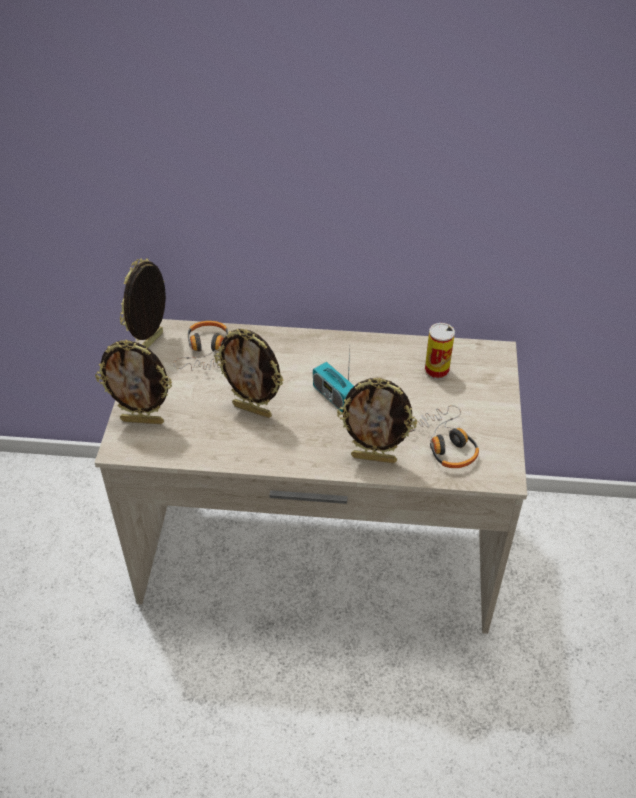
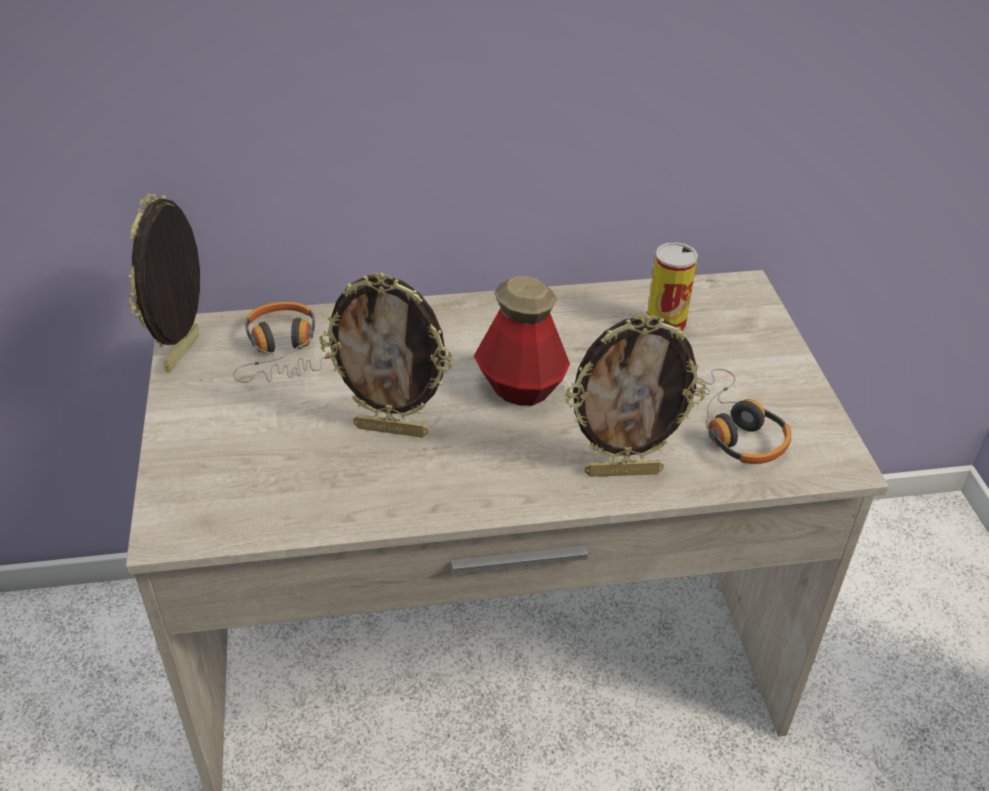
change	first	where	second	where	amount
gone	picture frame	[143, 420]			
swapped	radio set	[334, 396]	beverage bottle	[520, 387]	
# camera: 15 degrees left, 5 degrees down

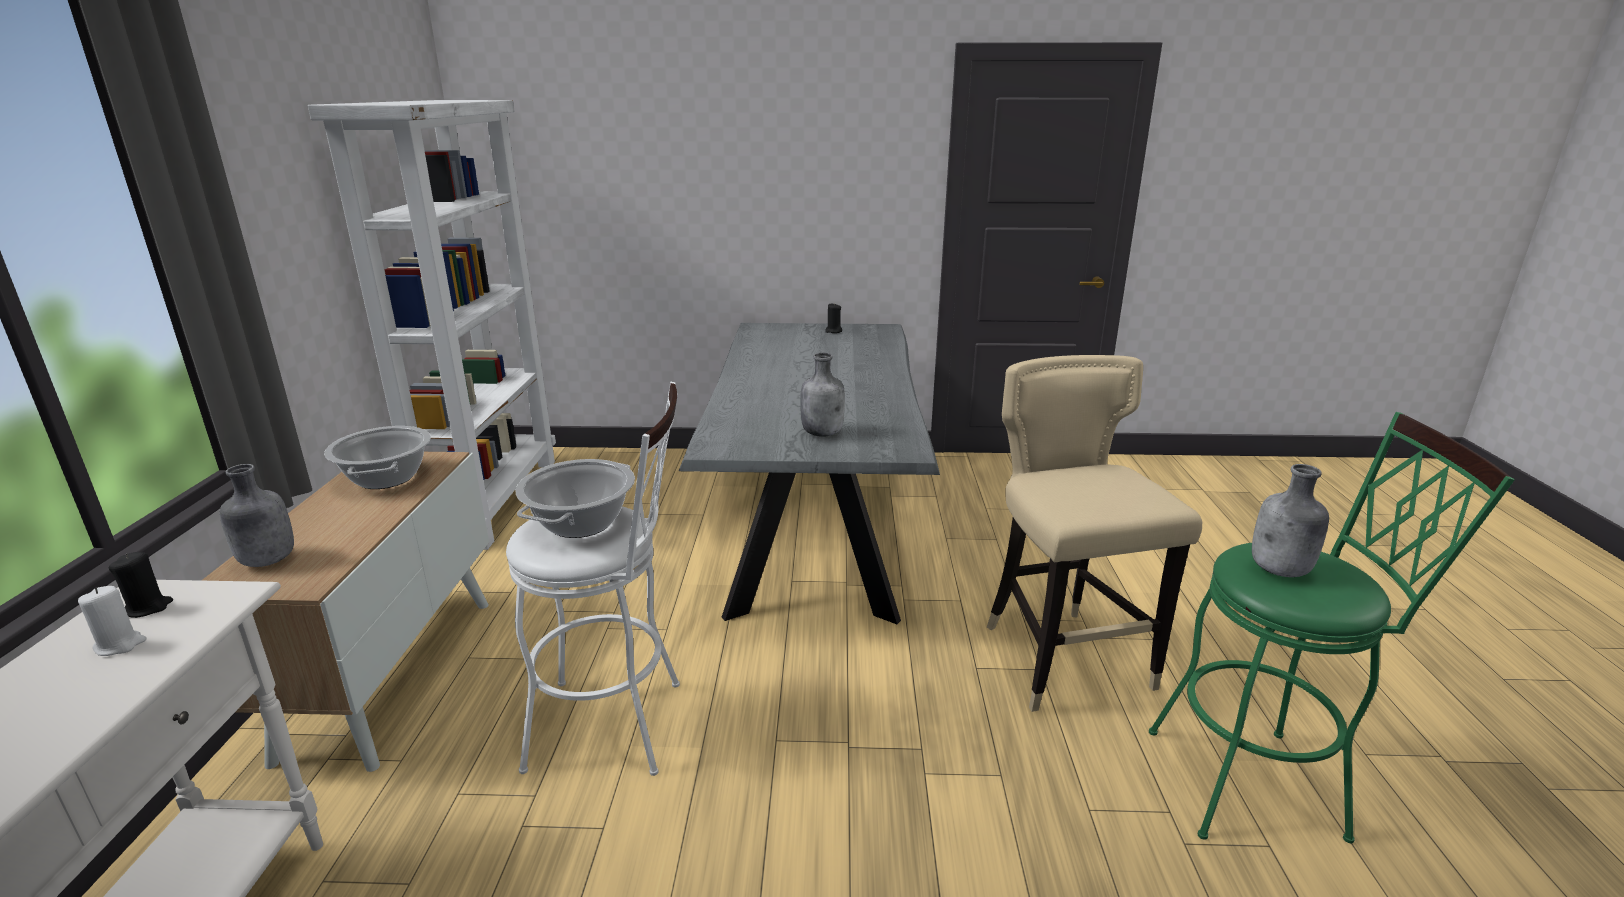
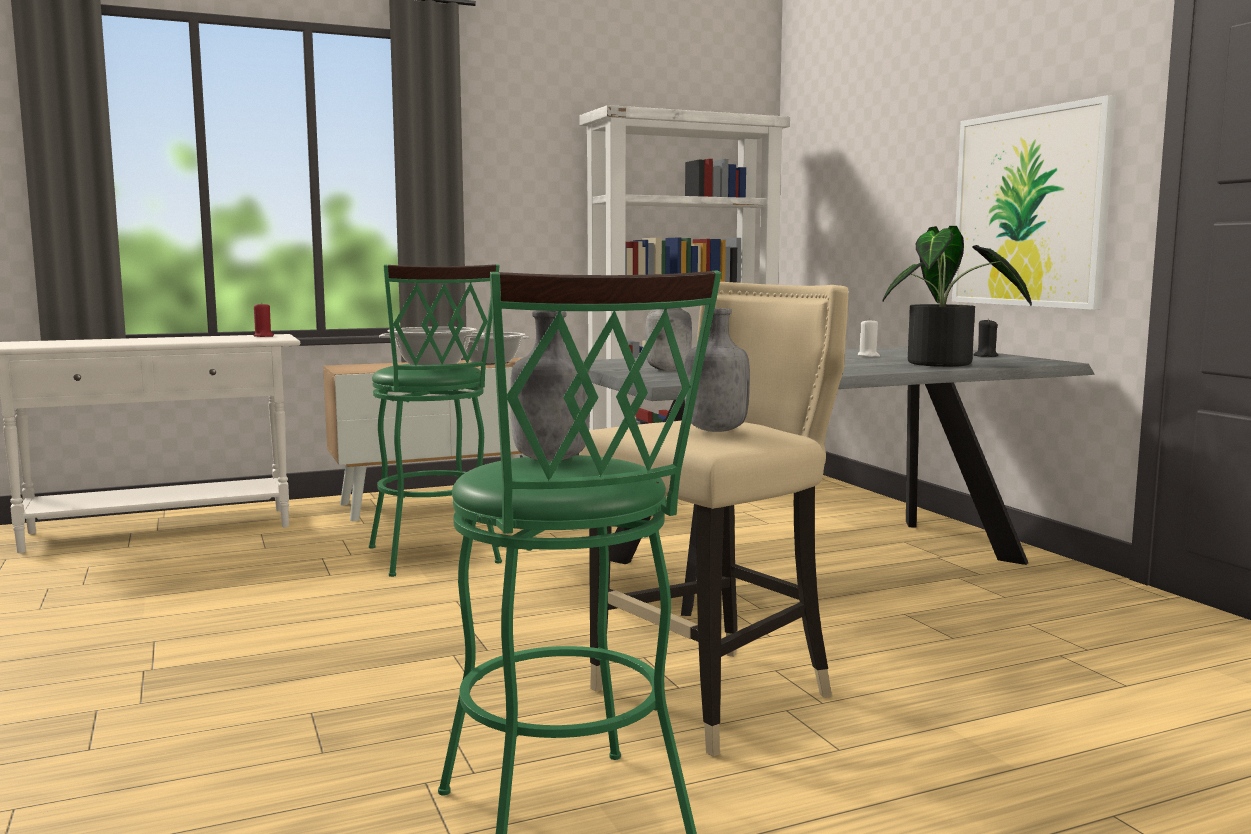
change	first	where	second	where	amount
shifted	wax candle (white-coloured)	[120, 645]		[868, 356]	
repainted	wax candle (black)	[148, 608]	wax candle (reddish)	[263, 336]	
shifted	beverage bottle (grey)	[267, 561]		[714, 430]	
repainted	sitting stool (white-coloured)	[620, 725]	sitting stool (greenish)	[436, 558]	
new			houseplant	[946, 364]	
new			picture	[1029, 208]	
# camera: 65 degrees right, 15 degrees down

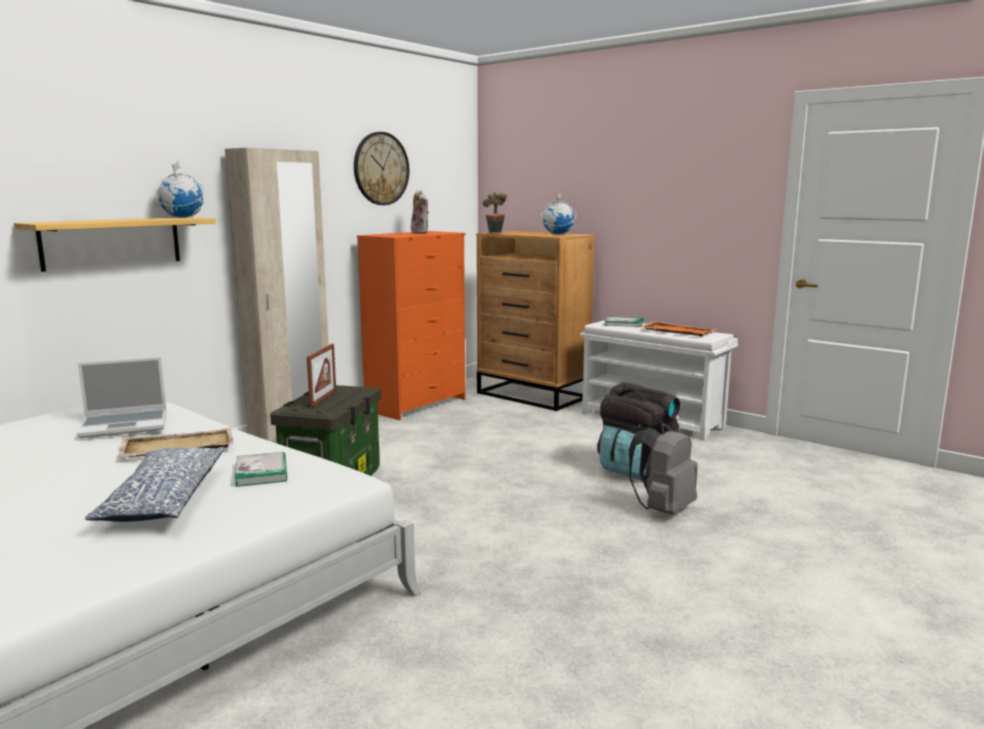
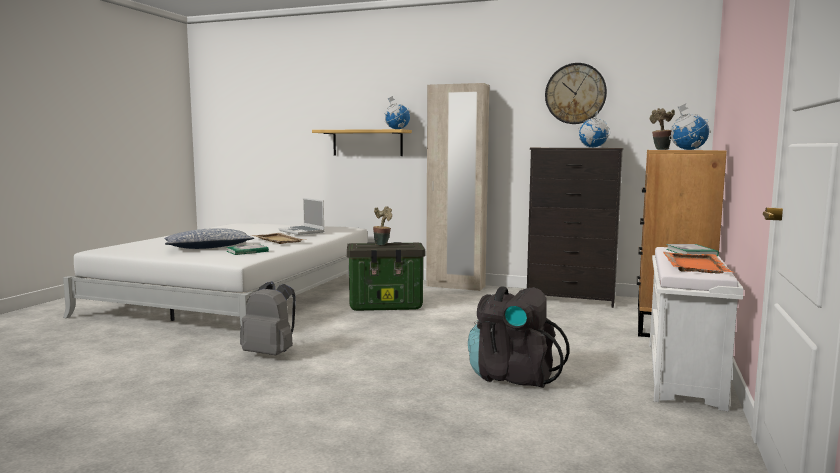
change	first	where	second	where	amount
swapped	picture frame	[323, 398]	houseplant	[382, 244]	
repainted	dresser (orange)	[417, 404]	dresser (black)	[571, 299]	
swapped	soft toy	[421, 232]	globe	[592, 147]	
shifted	backpack (grey)	[663, 509]		[271, 354]	
# camera: 70 degrees right, 5 degrees down

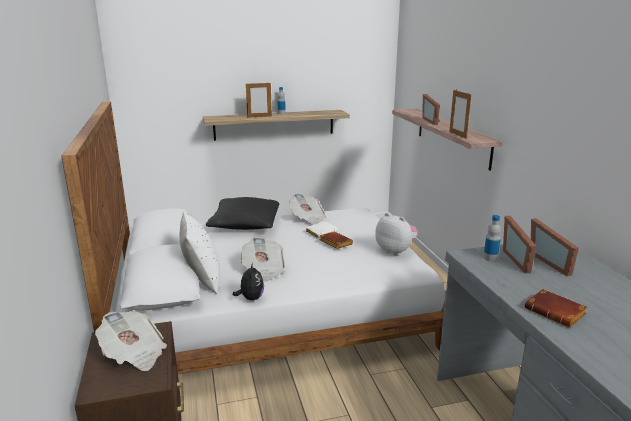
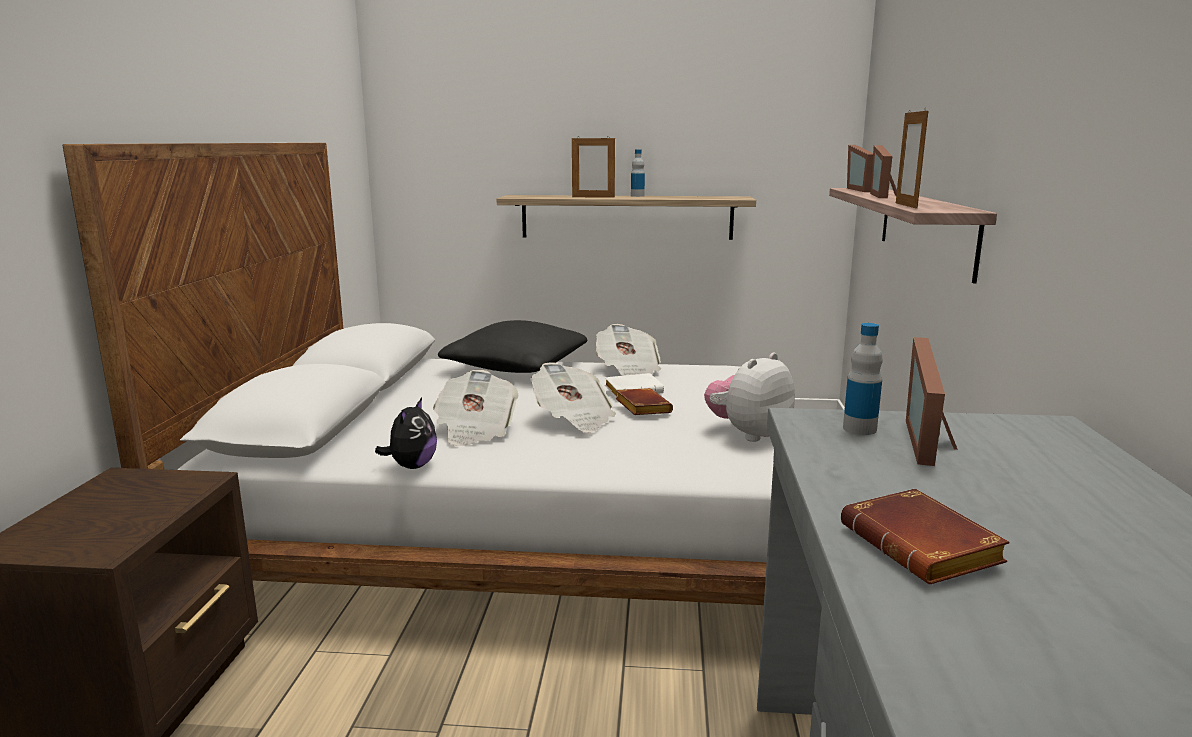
change	first	where	second	where	amount
shifted	daily paper	[134, 354]		[573, 418]	
gone	pillow (white-coloured)	[202, 279]			
rotated	soft toy	[395, 251]		[748, 434]	105 degrees counterclockwise
shifted	picture frame	[552, 262]		[864, 190]	
# camera: 20 degrees right, 5 degrees down

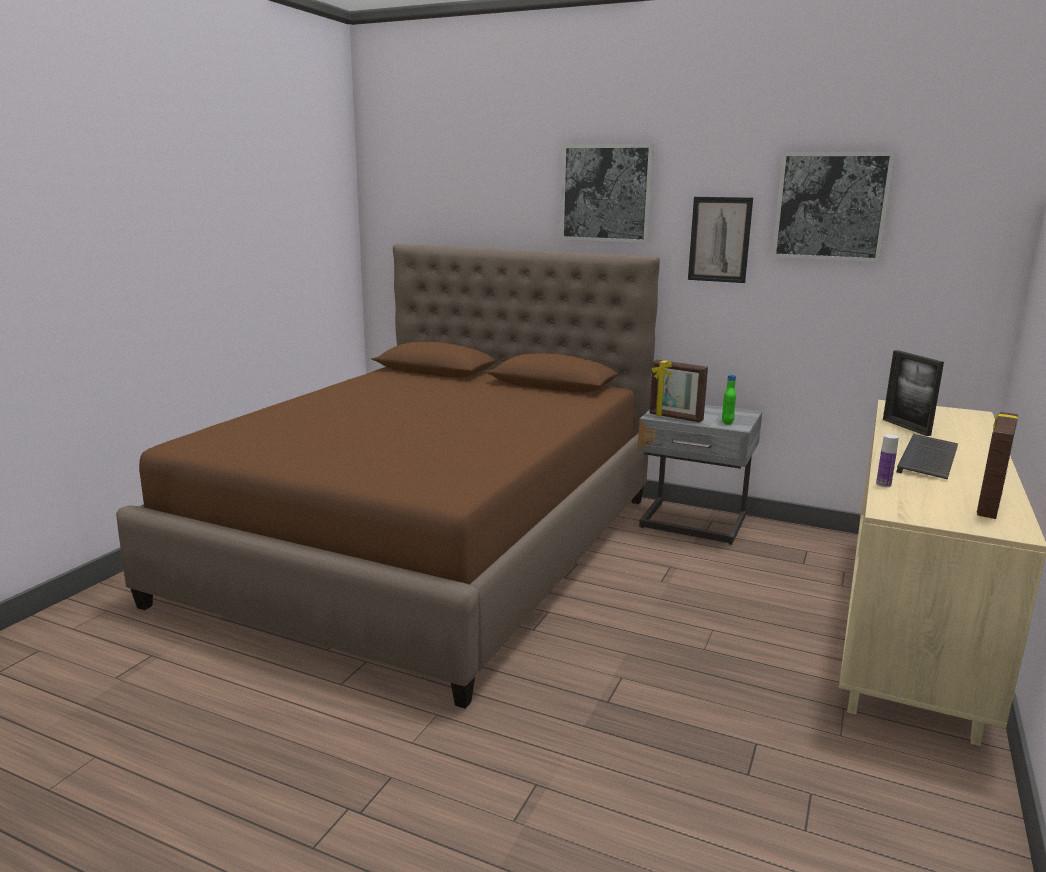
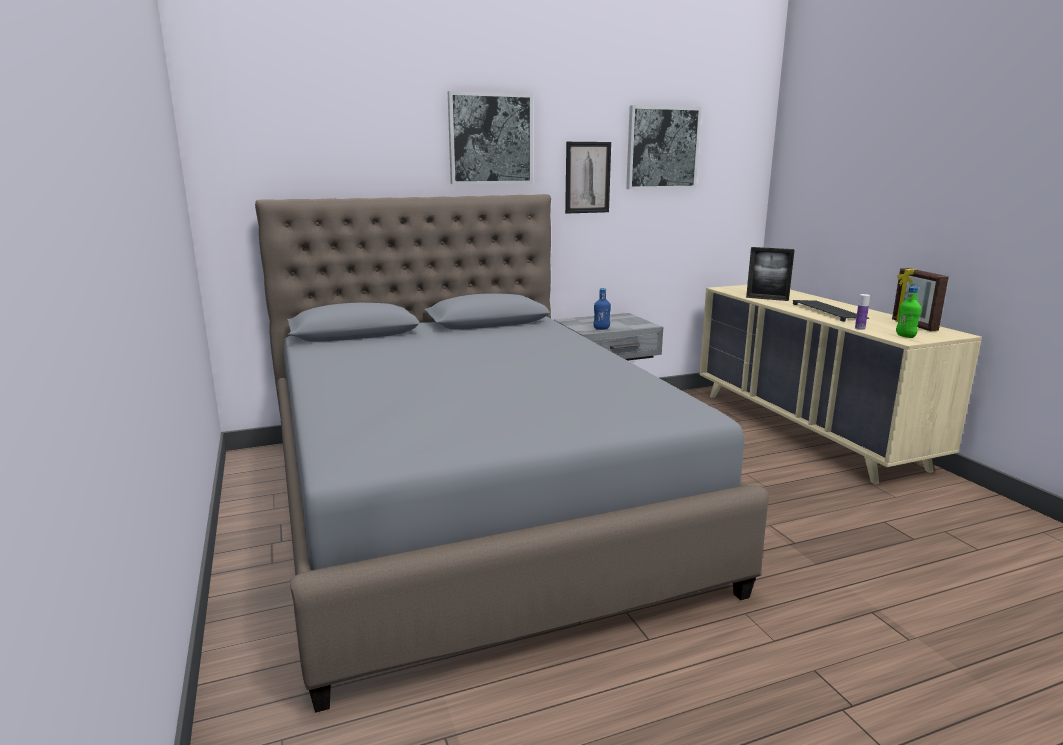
change	first	where	second	where	amount
repainted	sleeping bed (brown-coloured)	[428, 546]	sleeping bed (grey)	[472, 506]	
swapped	picture frame	[675, 418]	beverage bottle (blue)	[601, 328]	
shifted	beverage bottle (greenish)	[727, 422]		[905, 336]	
# camera: 45 degrees left, 0 degrees up

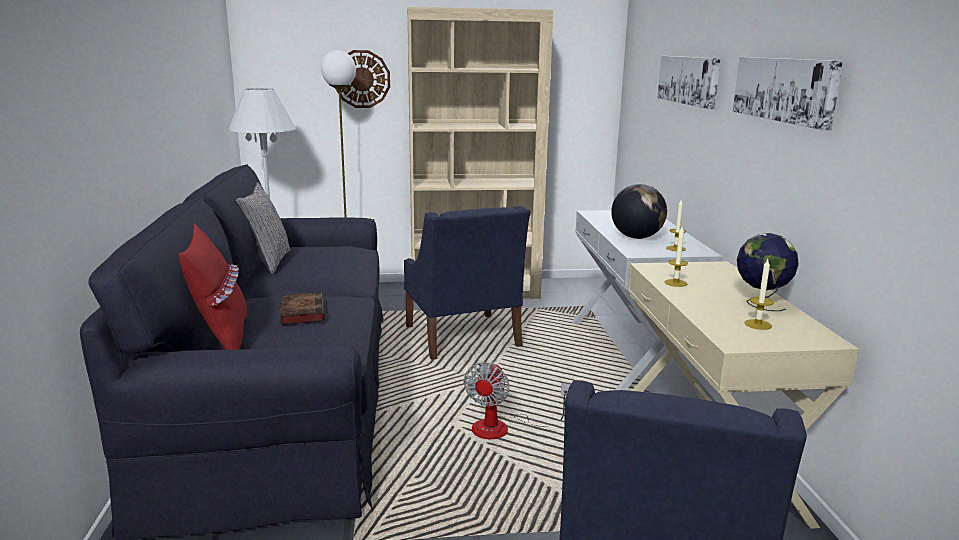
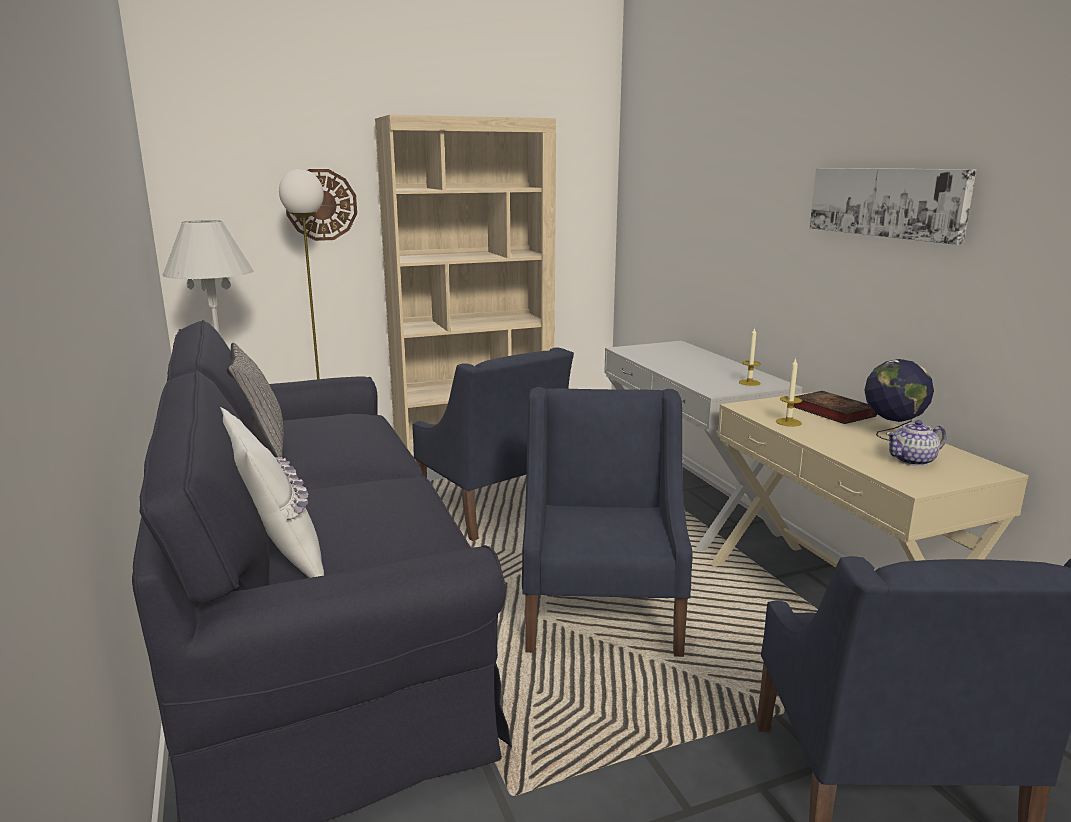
change	first	where	second	where	amount
repainted	pillow (reddish)	[221, 339]	pillow (white-coloured)	[279, 559]	
shifted	book	[301, 312]		[830, 411]	
swapped	electric fan	[503, 428]	armchair (blue)	[602, 613]	
gone	globe	[636, 237]			
gone	picture	[689, 80]			
swapped	wax candle	[758, 324]	teapot	[913, 460]	
# camera: 15 degrees left, 0 degrees up

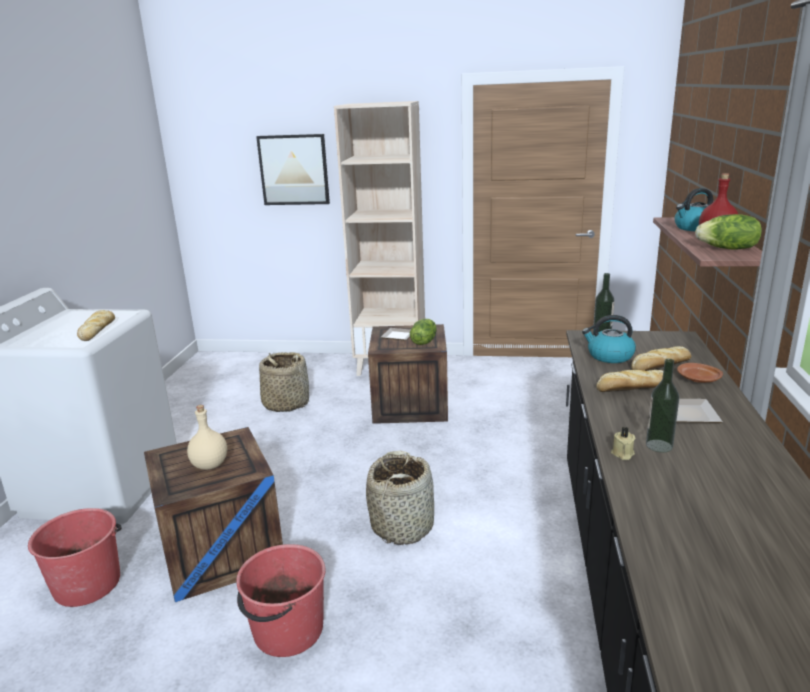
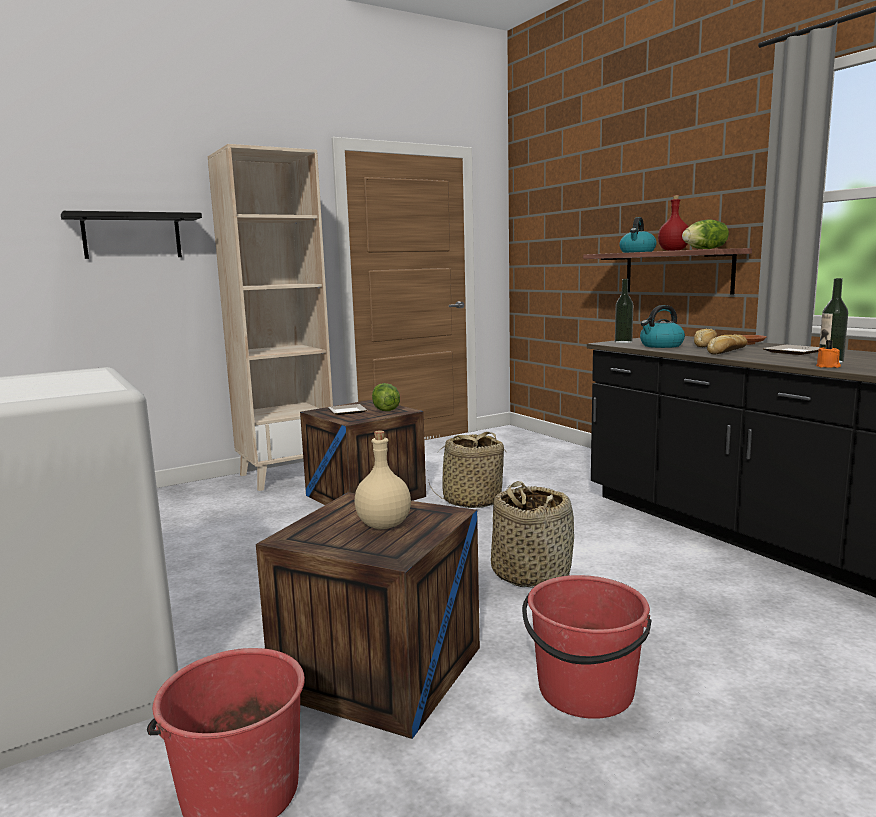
change	first	where	second	where	amount
gone	bakery bread	[98, 330]			
swapped	picture	[294, 170]	shelf (black)	[132, 236]	
shifted	household basket	[286, 404]		[472, 501]	
repainted	wax candle (beige)	[622, 454]	wax candle (orange)	[828, 366]	
# camera: 40 degrees left, 10 degrees down

